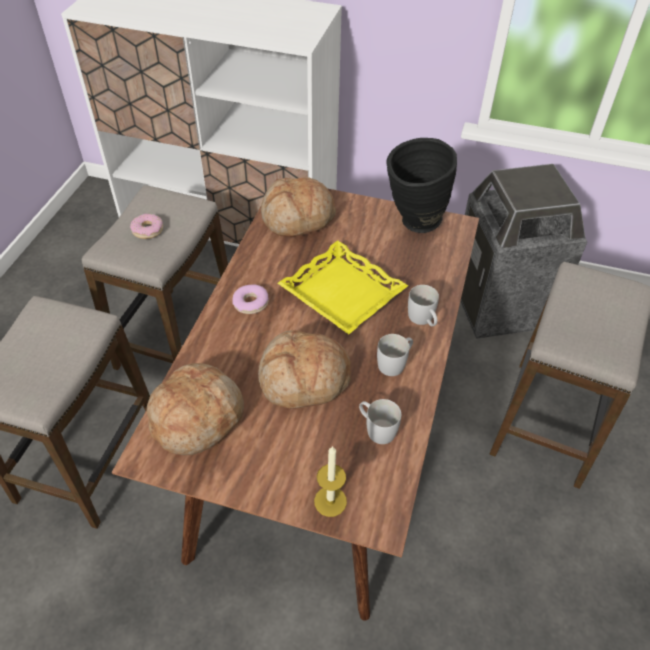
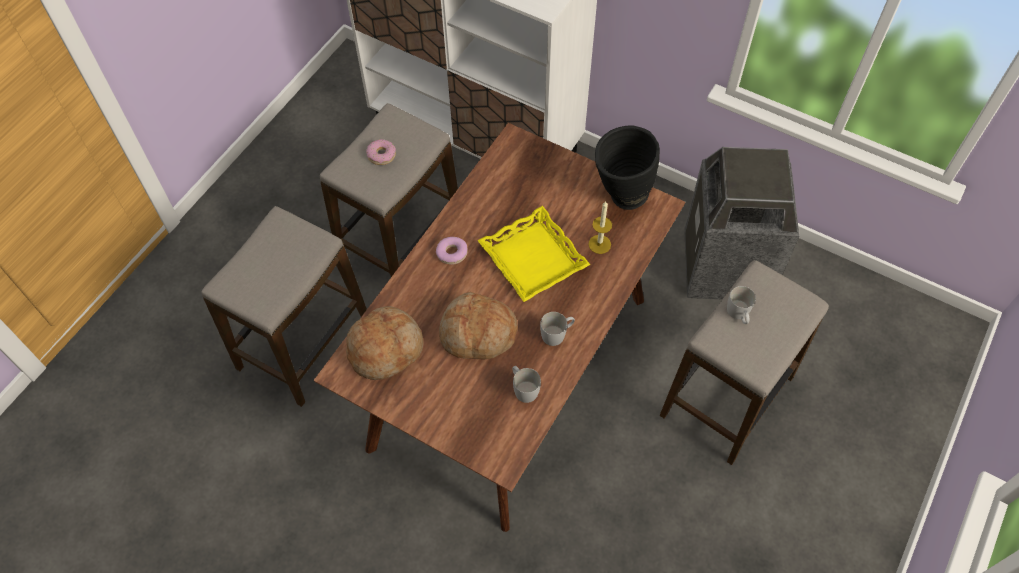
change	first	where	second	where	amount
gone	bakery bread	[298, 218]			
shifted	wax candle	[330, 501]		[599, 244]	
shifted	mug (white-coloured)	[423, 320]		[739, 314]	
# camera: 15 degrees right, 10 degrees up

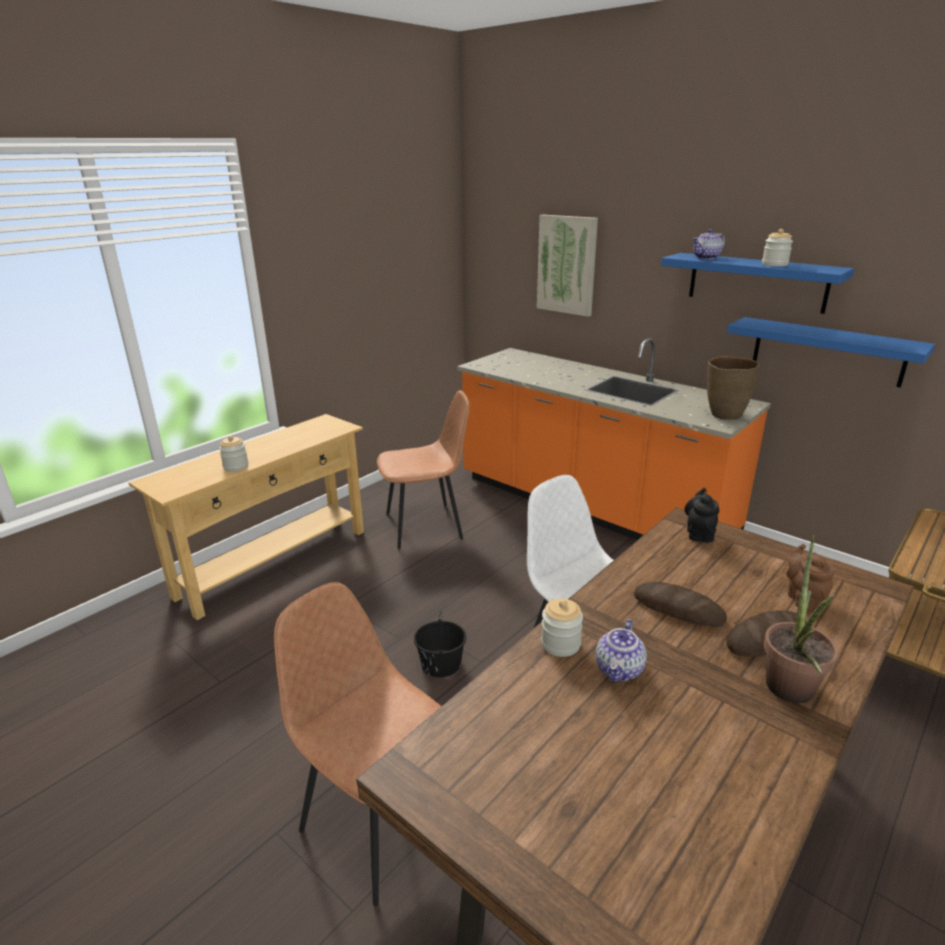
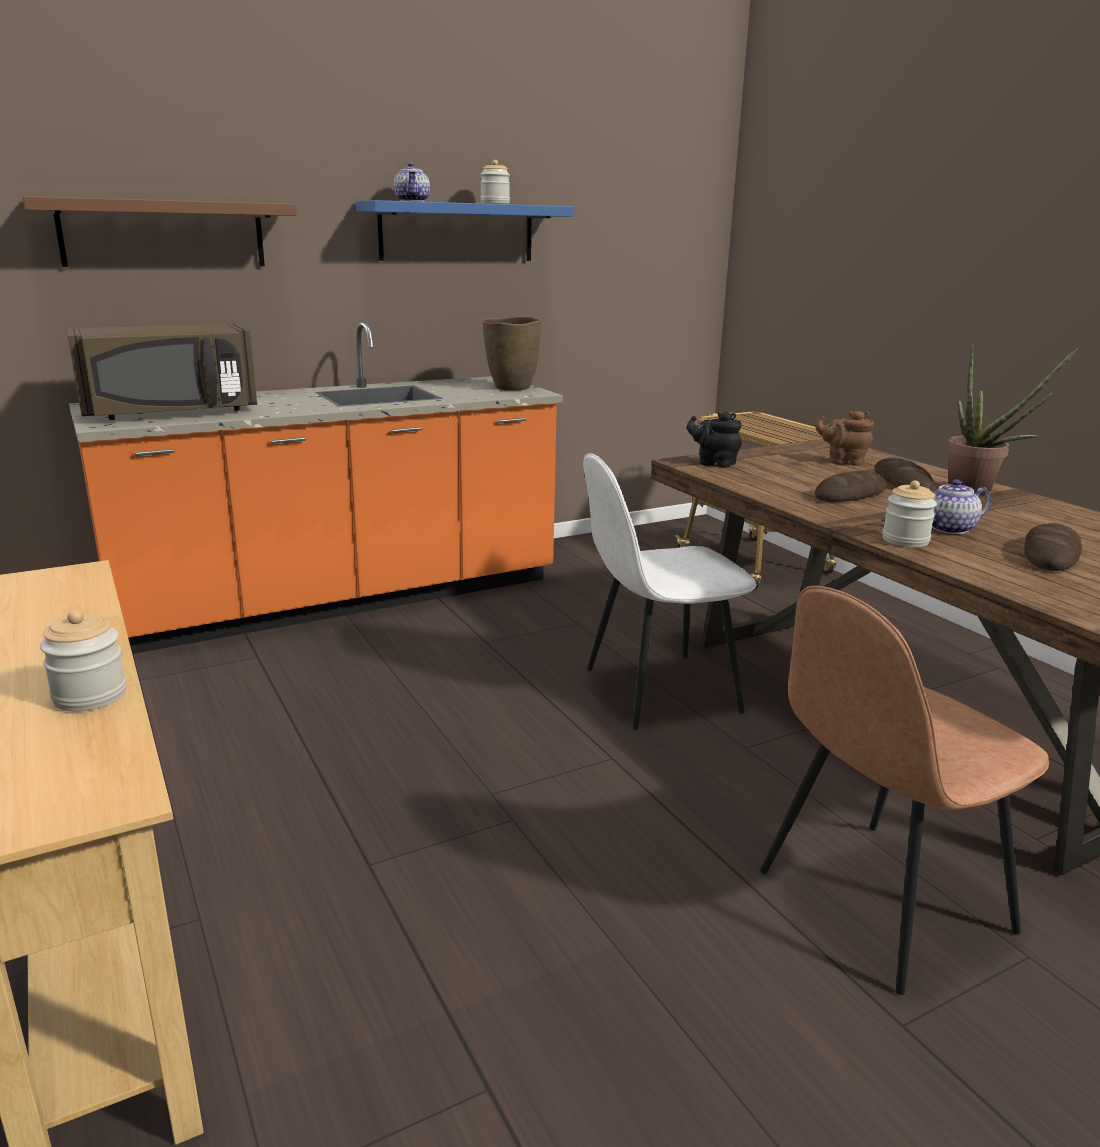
change	first	where	second	where	amount
gone	chair (brown-coloured)	[426, 526]			
gone	water bucket (black)	[441, 664]			
swapped	picture	[567, 265]	shelf (brown-coloured)	[163, 234]	
rotated	teapot	[620, 670]		[949, 529]	120 degrees clockwise
gone	shelf (blue)	[827, 351]			
new			microwave oven (brown-coloured)	[171, 412]	
new			bakery bread	[1050, 555]	
# camera: 70 degrees left, 5 degrees down

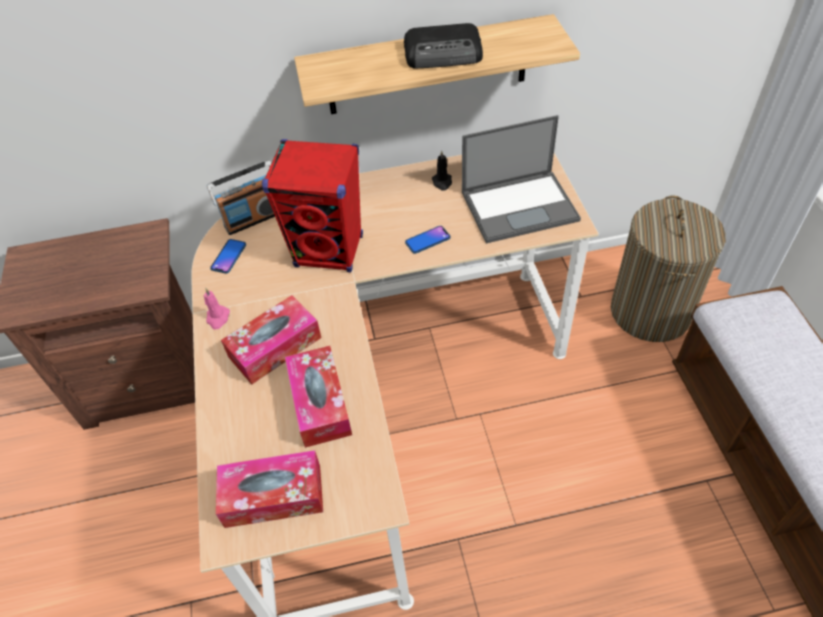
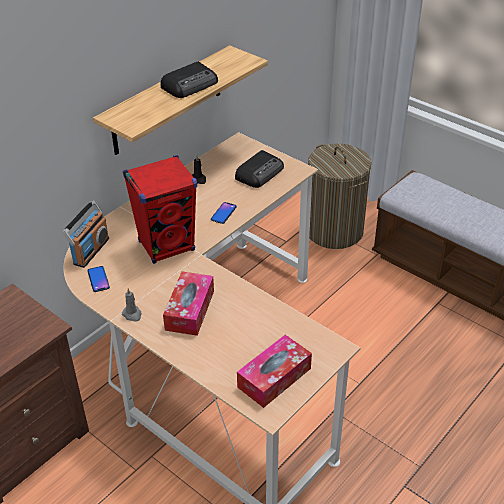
change	first	where	second	where	amount
repainted	wax candle (pink)	[218, 318]	wax candle (grey)	[132, 314]	
gone	tissue box	[320, 403]			
swapped	laptop	[520, 205]	radio set	[260, 173]	
# camera: 40 degrees left, 10 degrees down

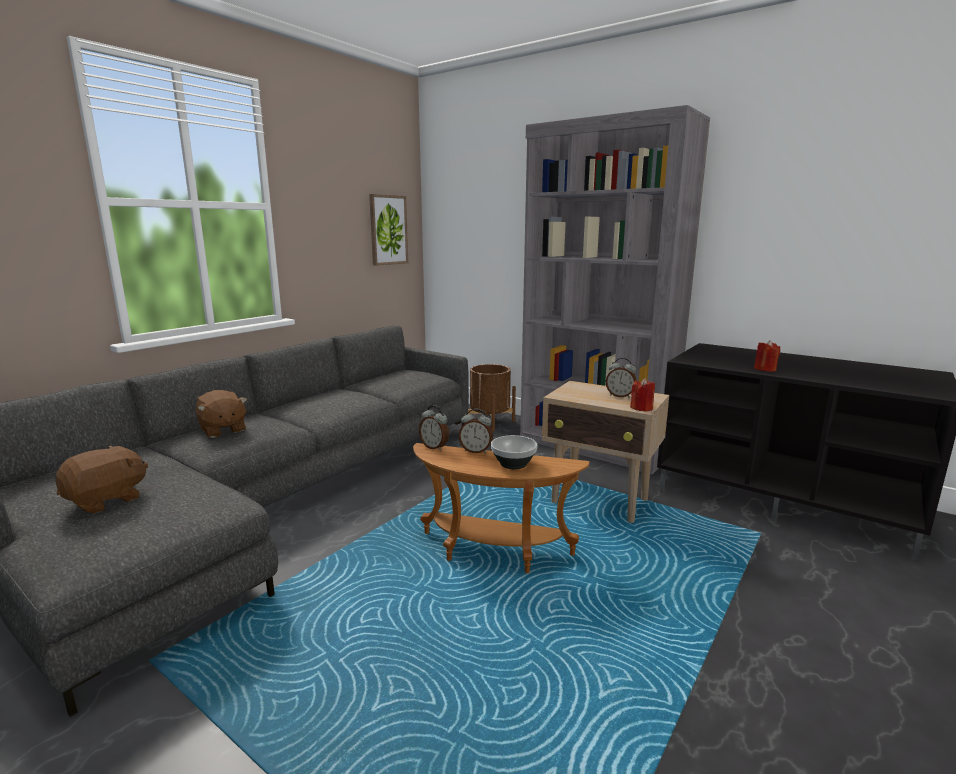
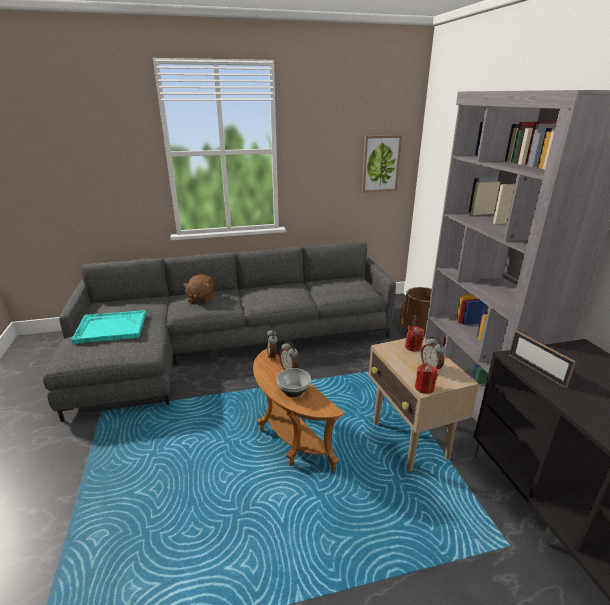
change	first	where	second	where	amount
swapped	soft toy (brown-coloured)	[107, 500]	carrying tray (turquoise-coloured)	[110, 328]	
shifted	wax candle (reddish)	[765, 369]		[413, 347]	
new			picture frame	[536, 370]	
# camera: 40 degrees right, 10 degrees up

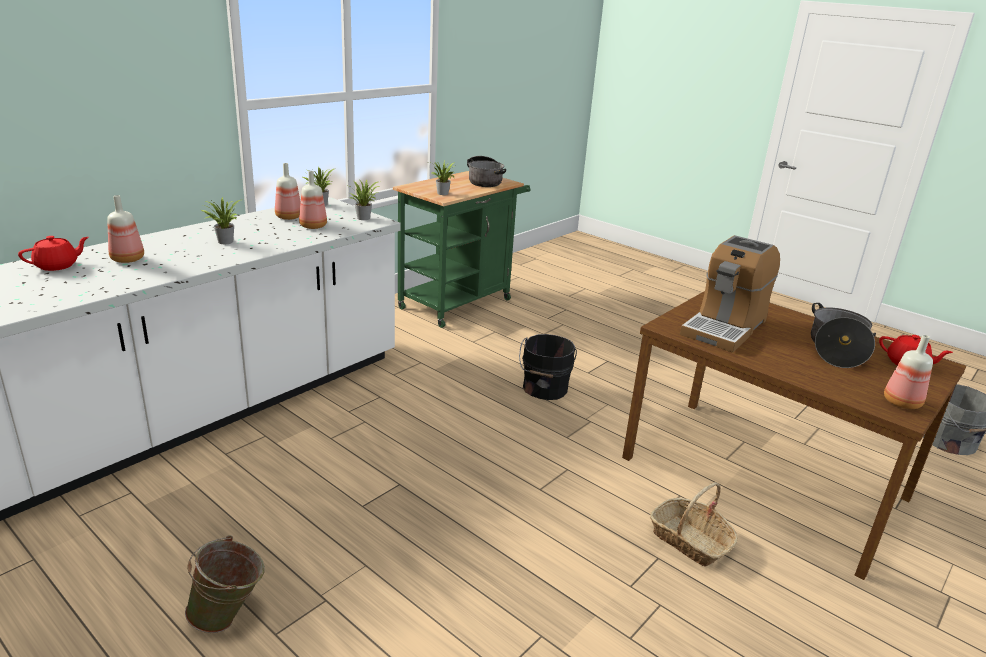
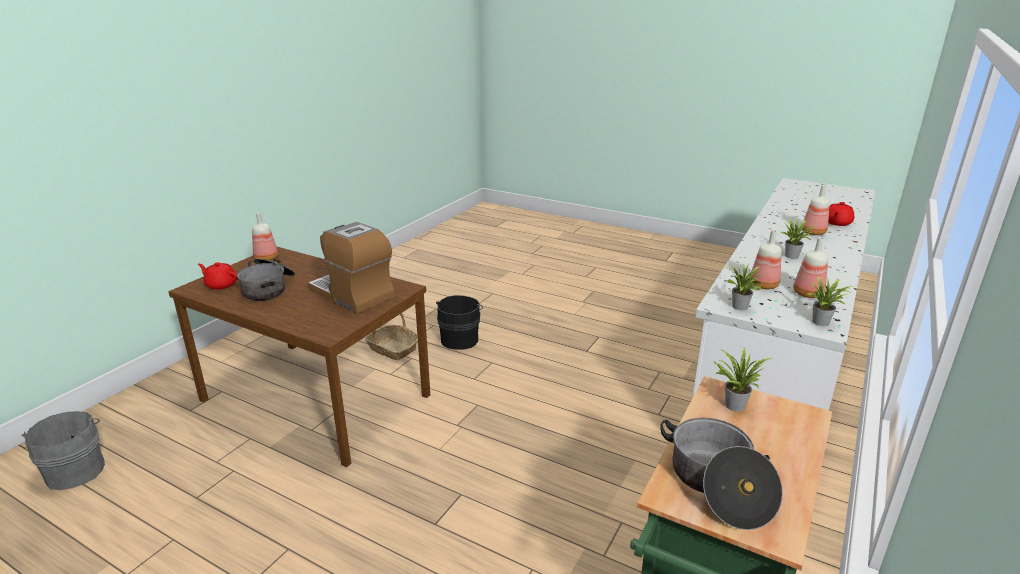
change	first	where	second	where	amount
gone	water bucket (greenish)	[230, 617]			
shifted	water bucket (black)	[544, 389]		[460, 339]	
rotated	coffee maker	[724, 327]		[352, 294]	75 degrees counterclockwise
# camera: 170 degrees right, 0 degrees up

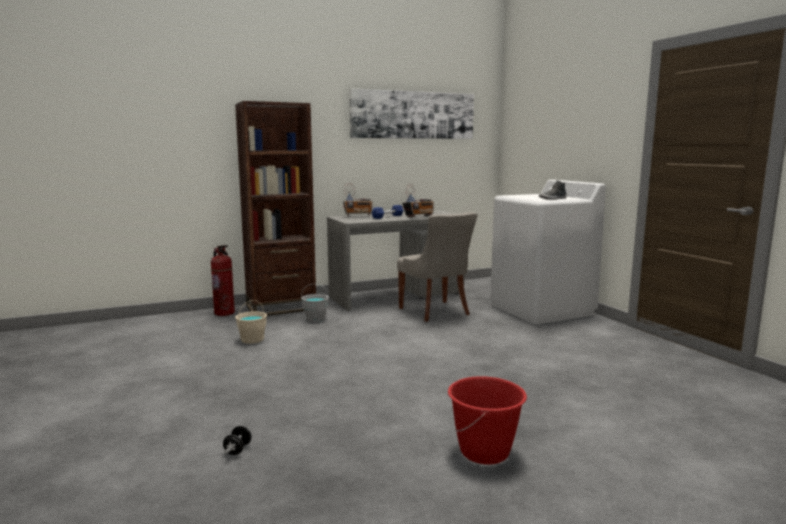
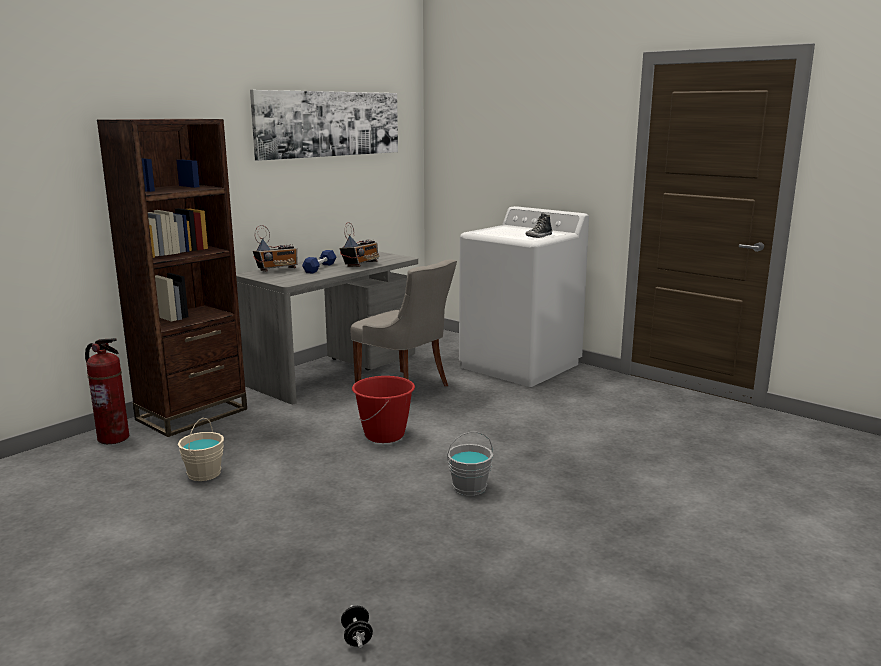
change	first	where	second	where	amount
shifted	water bucket (grey)	[315, 318]		[469, 487]	
shifted	water bucket (reddish)	[485, 452]		[385, 435]	
# camera: 25 degrees left, 5 degrees up

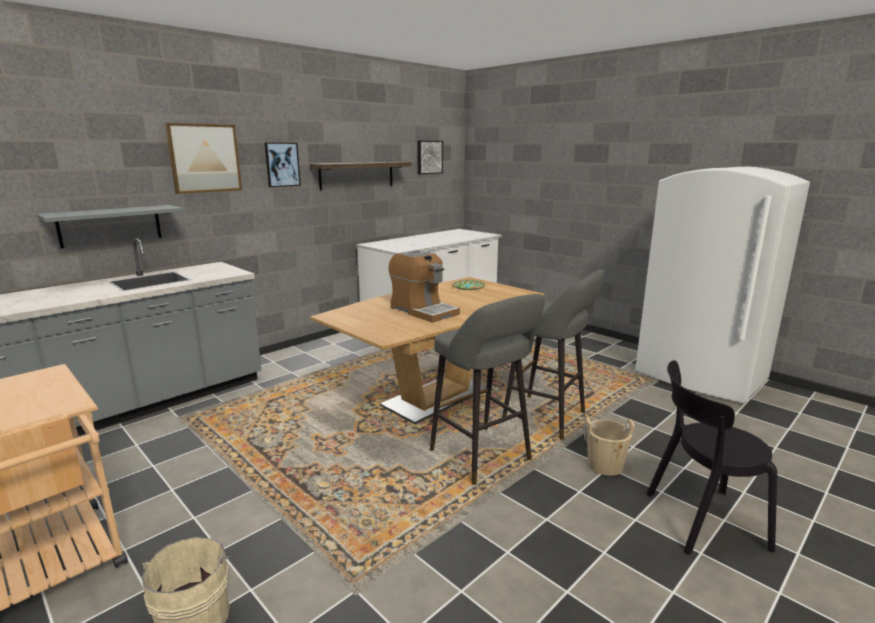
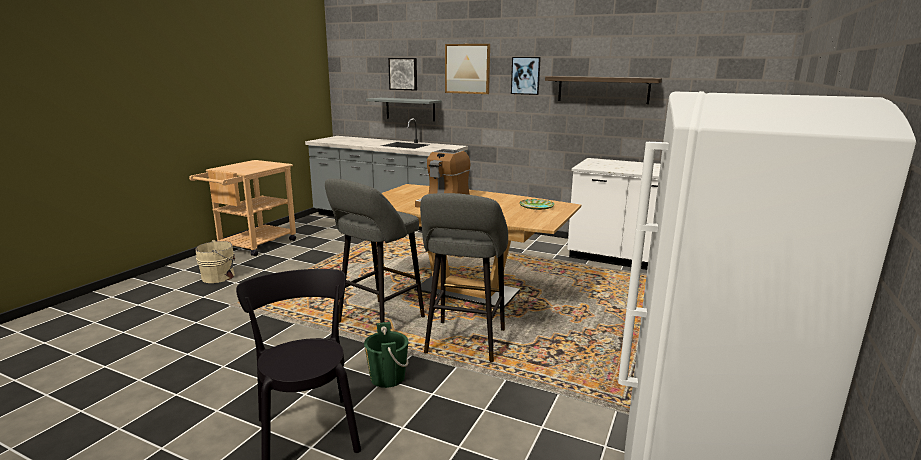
change	first	where	second	where	amount
shifted	picture	[429, 157]		[403, 74]	
repainted	water bucket (beige)	[605, 465]	water bucket (greenish)	[387, 377]	
# camera: 70 degrees right, 0 degrees up

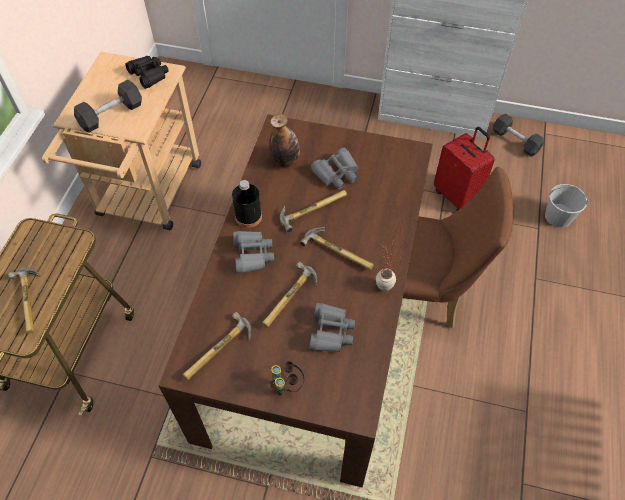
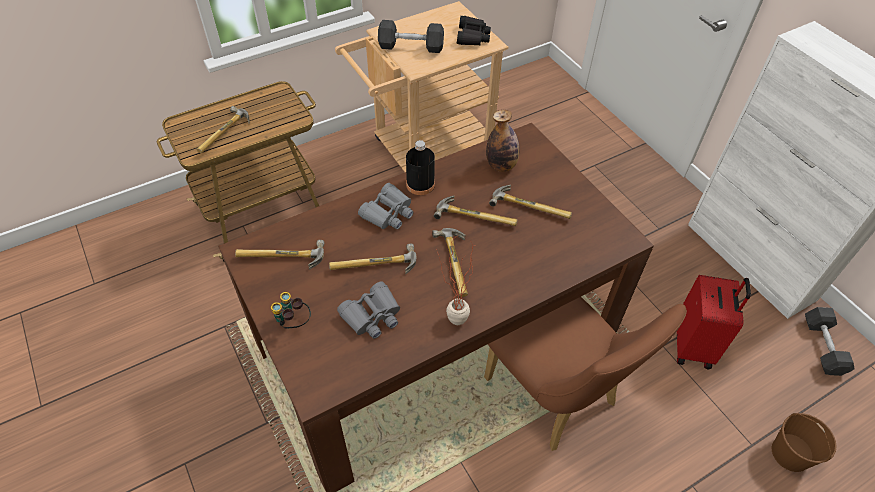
change	first	where	second	where	amount
swapped	pair of binoculars (grey)	[336, 173]	hand hammer	[531, 205]	
repainted	water bucket (white-coloured)	[559, 216]	water bucket (brown-coloured)	[791, 454]	
# camera: 45 degrees right, 5 degrees down

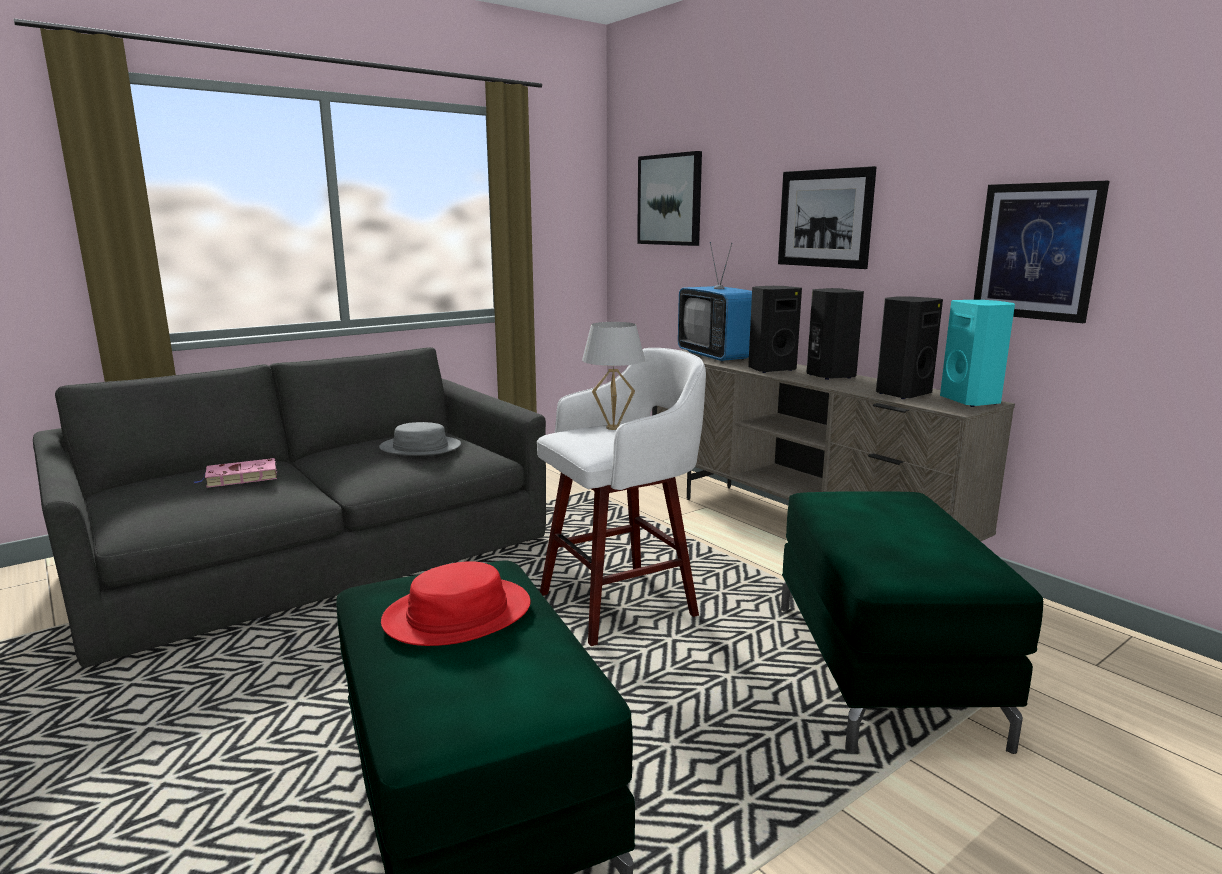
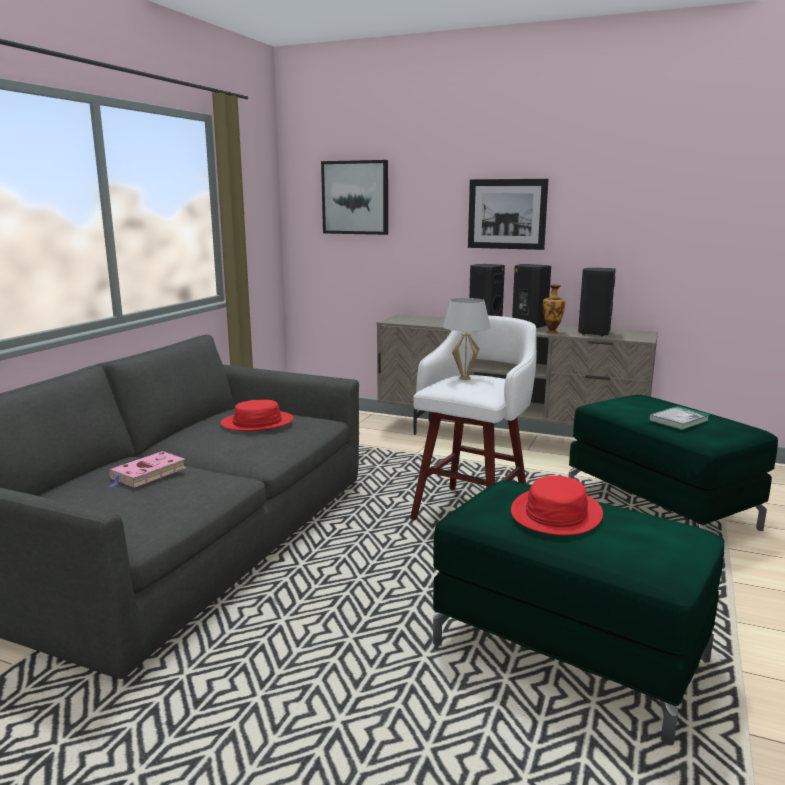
change	first	where	second	where	amount
repainted	wearable hat (grey)	[420, 447]	wearable hat (reddish)	[257, 423]	
gone	television	[717, 356]			
gone	loudspeaker (turquoise-coloured)	[972, 401]			
gone	picture	[1036, 251]			
new			decorative vase	[552, 332]	
new			book	[678, 420]	
# camera: 30 degrees left, 0 degrees up

